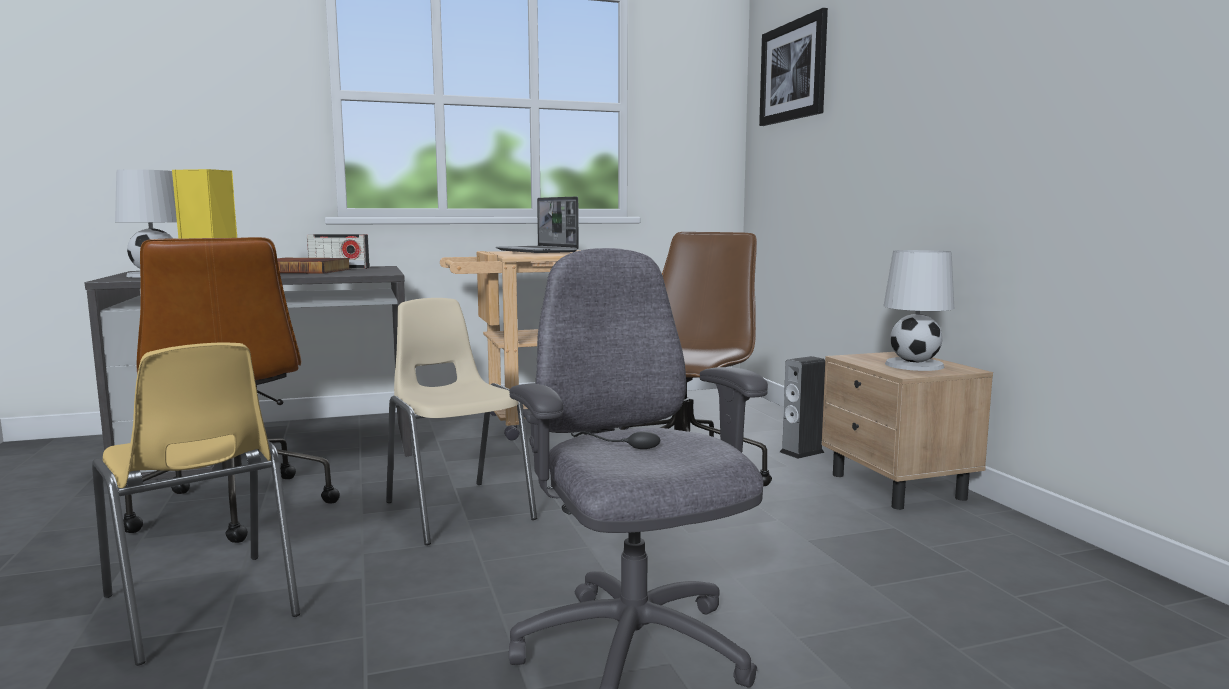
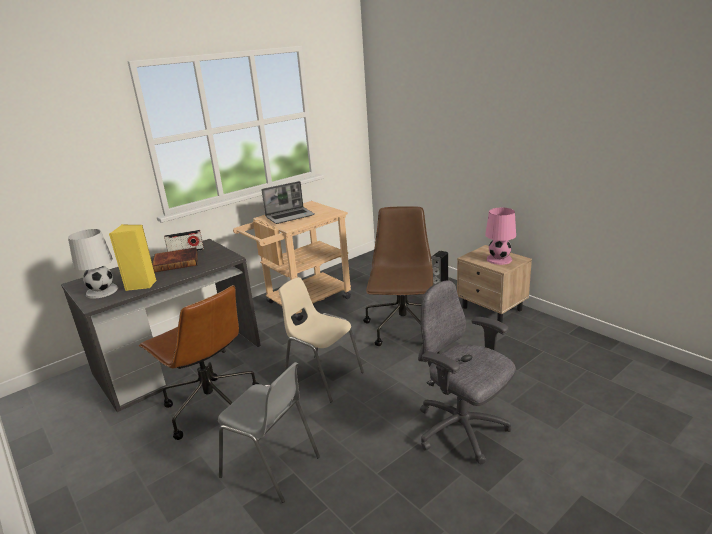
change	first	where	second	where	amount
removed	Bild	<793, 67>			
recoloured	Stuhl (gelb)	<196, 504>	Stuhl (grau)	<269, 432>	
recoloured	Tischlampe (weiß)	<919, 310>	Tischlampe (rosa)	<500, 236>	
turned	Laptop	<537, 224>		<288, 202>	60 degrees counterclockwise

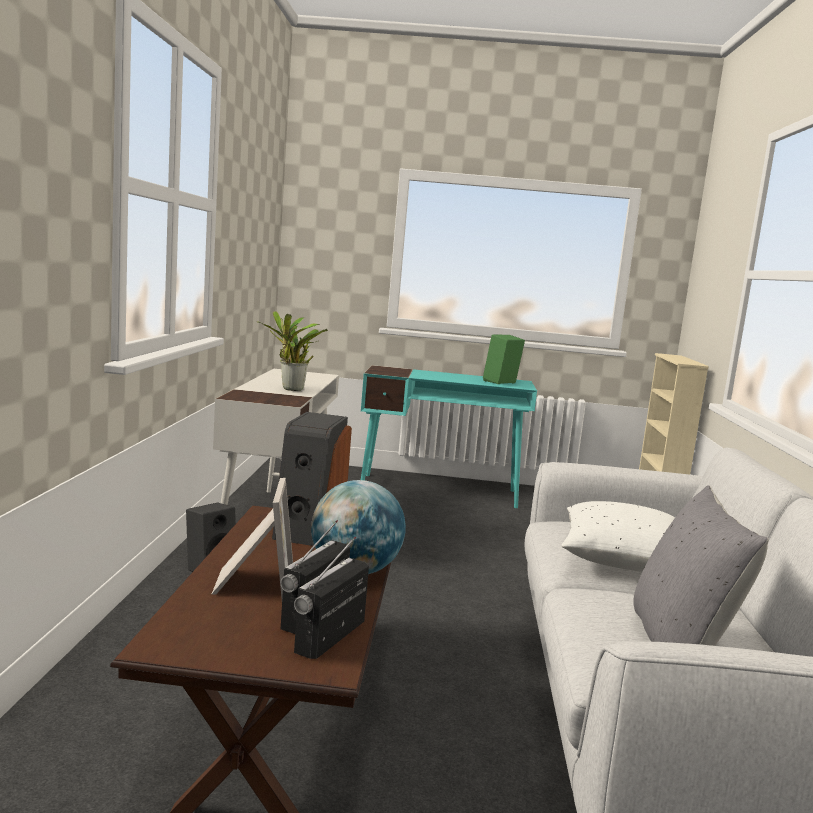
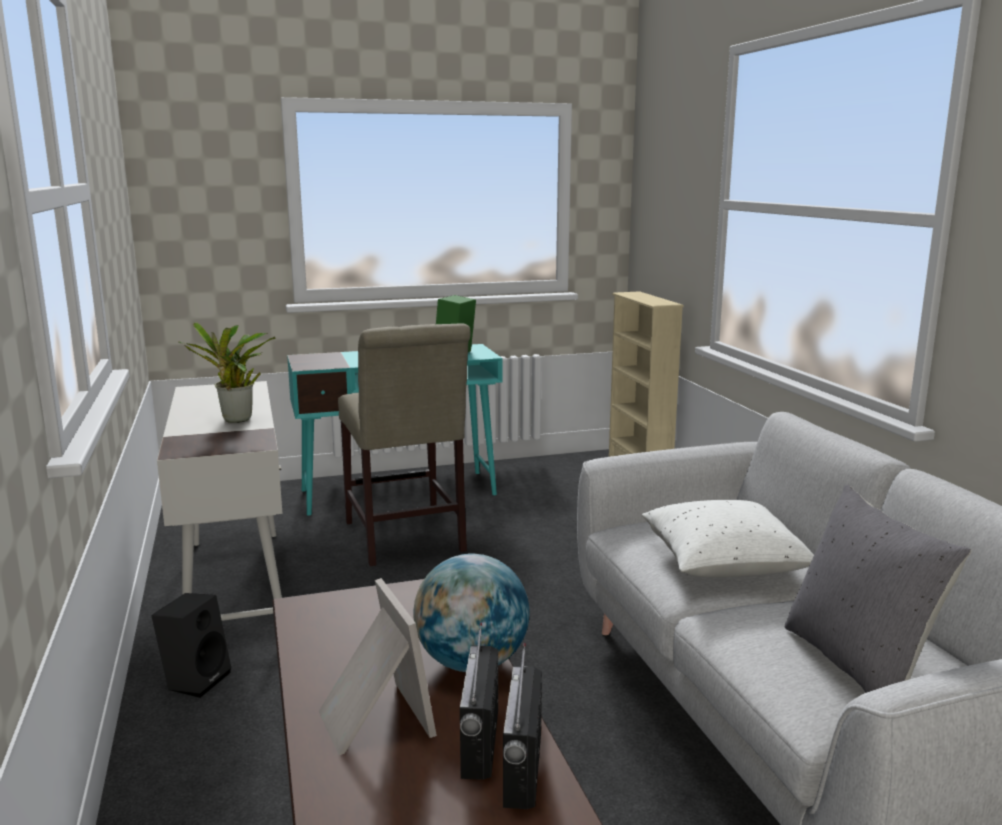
change	first	where	second	where	amount
removed	Lautsprecher	<312, 479>			
added			Stuhl (beige)	<404, 444>	

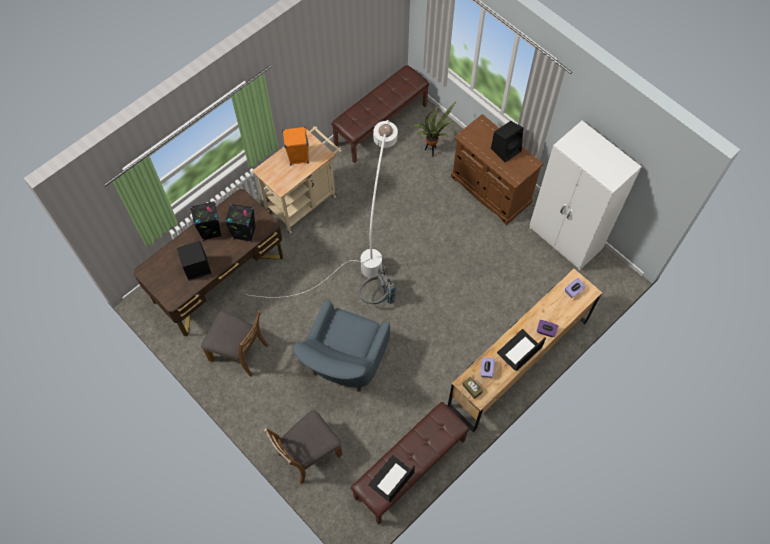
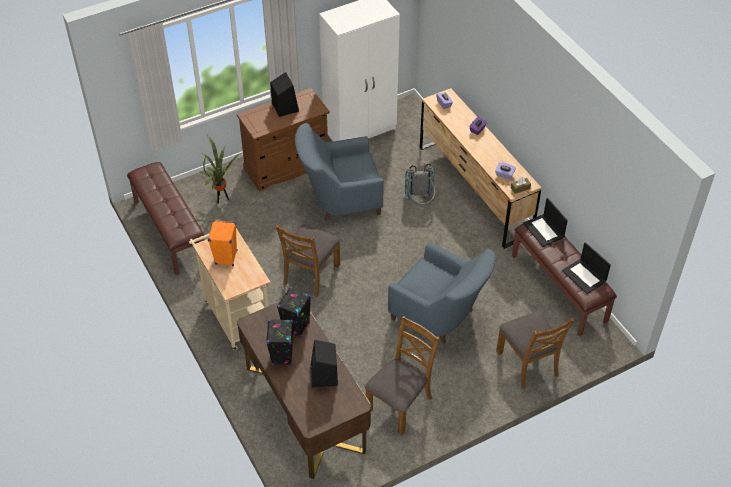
change	first	where	second	where	amount
added			Sessel (blau)	<339, 172>	
moved	Rucksack (grau)	<377, 285>		<419, 184>	
moved	Laptop	<521, 350>		<545, 222>	
replaced	Stehlampe (weiß)	<324, 209>	Stuhl (braun)	<308, 261>	

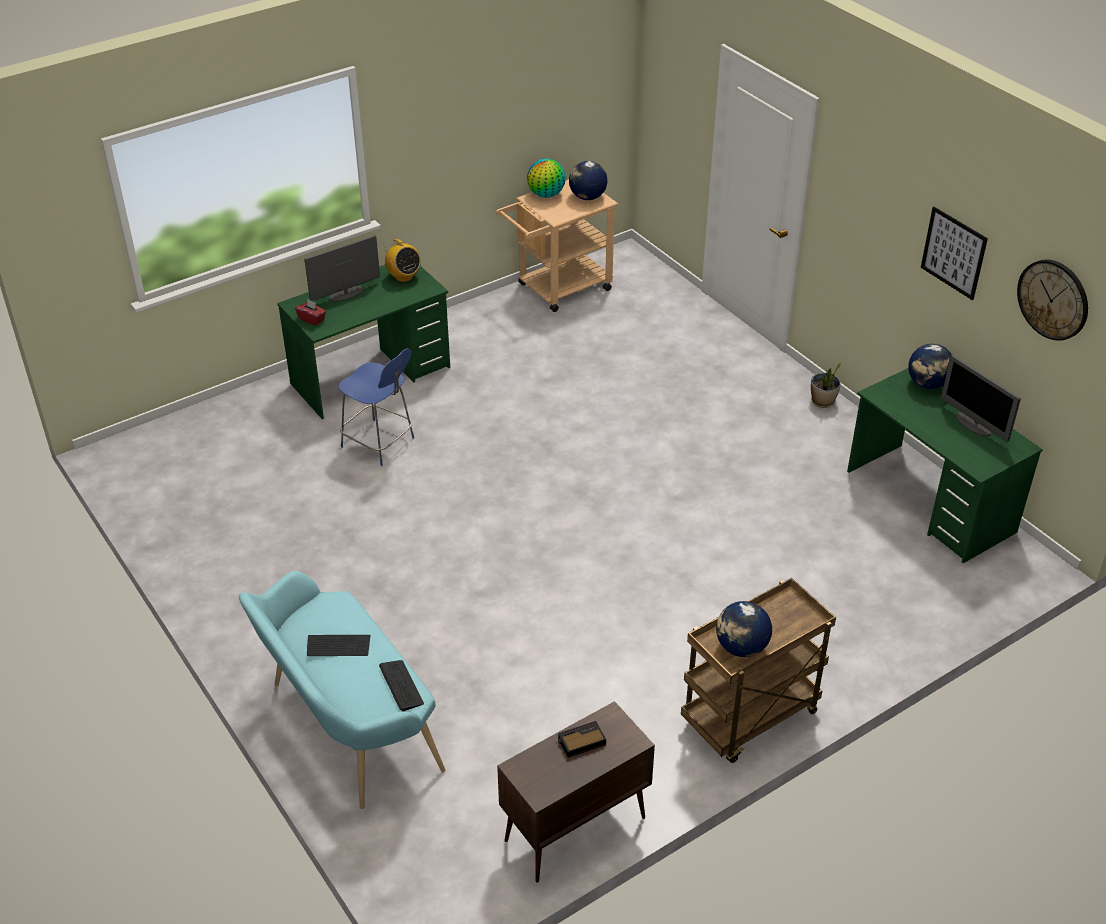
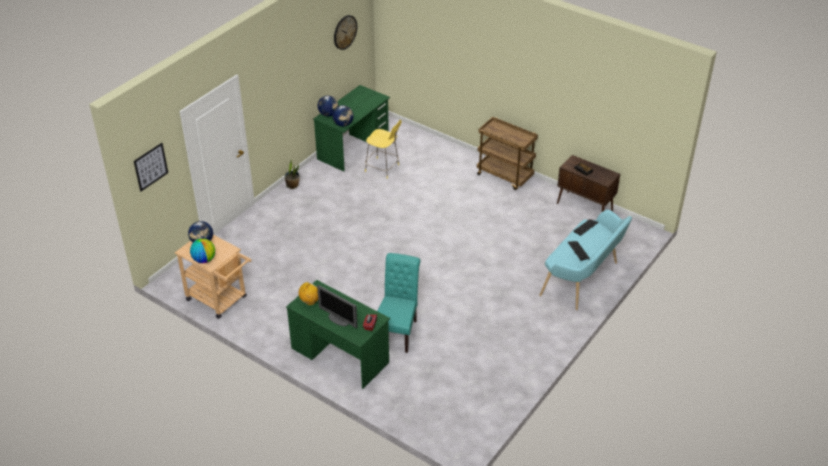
change	first	where	second	where	amount
removed	Monitor	<981, 398>			
added			Hocker (gelb)	<383, 149>	
moved	Globus	<744, 629>		<343, 116>	
moved	Bild	<954, 253>		<151, 167>	
replaced	Hocker (blau)	<376, 407>	Stuhl (türkis)	<398, 303>	

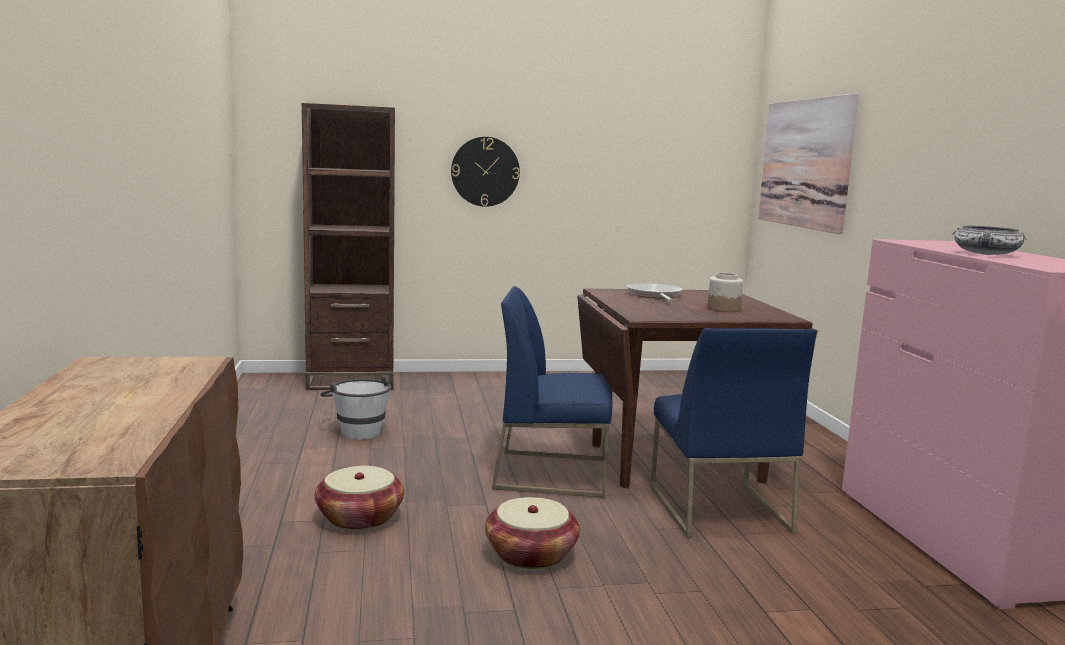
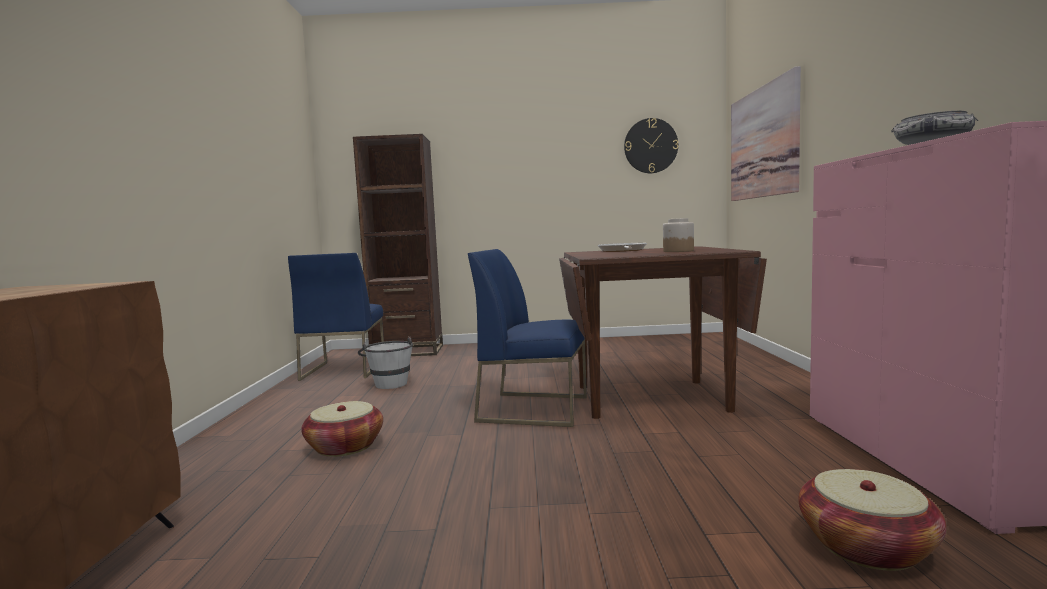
change	first	where	second	where	amount
moved	Wanduhr	<485, 172>		<651, 145>	
moved	Korb	<532, 533>		<872, 520>	
moved	Stuhl (blau)	<733, 433>		<336, 317>	

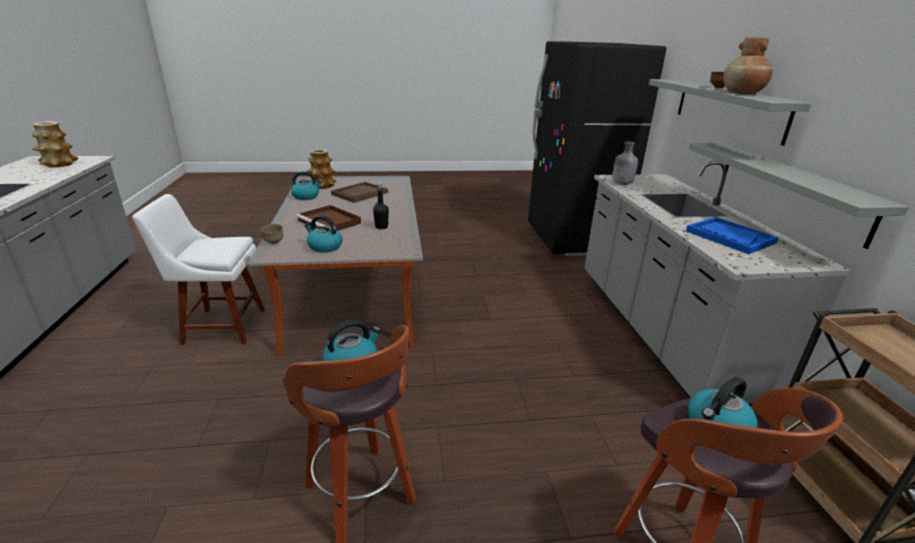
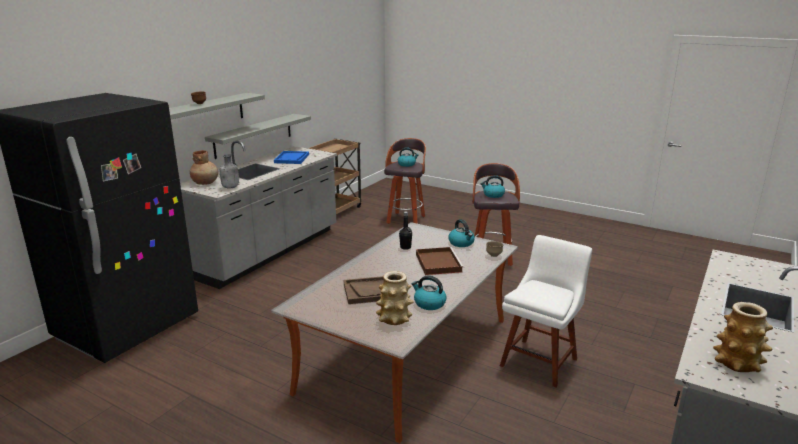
change	first	where	second	where	amount
moved	Vase (braun)	<748, 65>		<204, 167>	
turned	Stuhl (weiß)	<198, 269>		<546, 311>	90 degrees counterclockwise

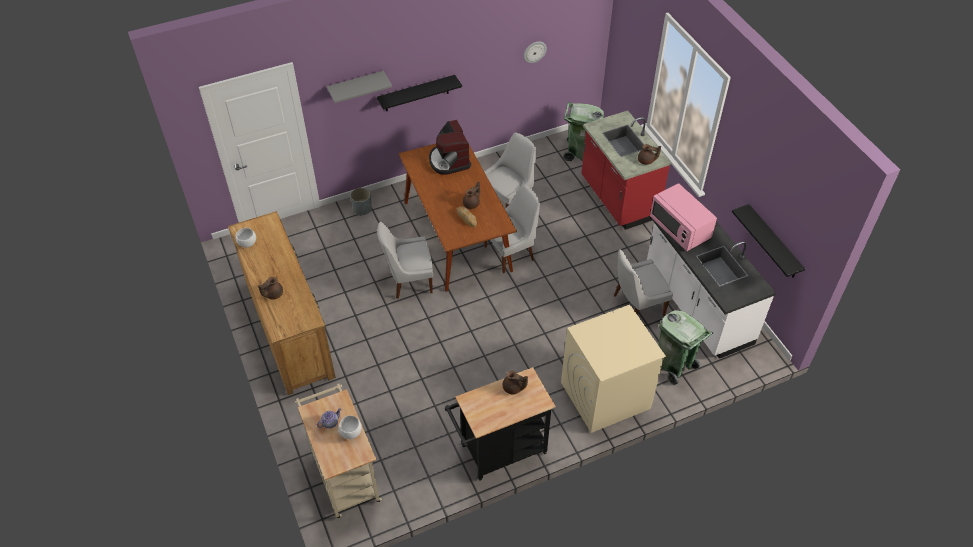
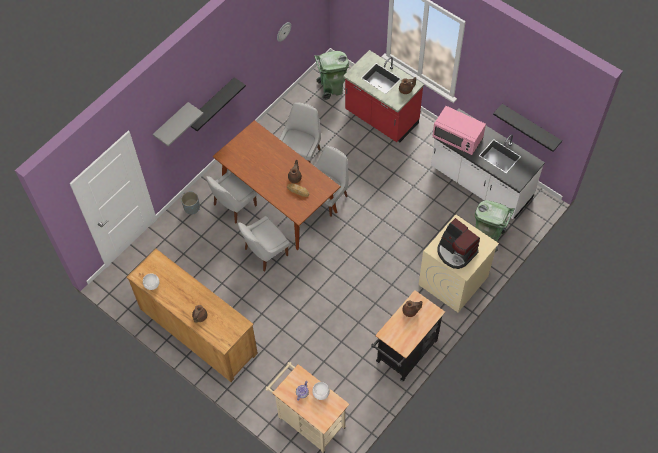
change	first	where	second	where	amount
moved	Kaffeemaschine	<450, 147>		<458, 243>	
moved	Stuhl (weiß)	<643, 282>		<231, 197>	

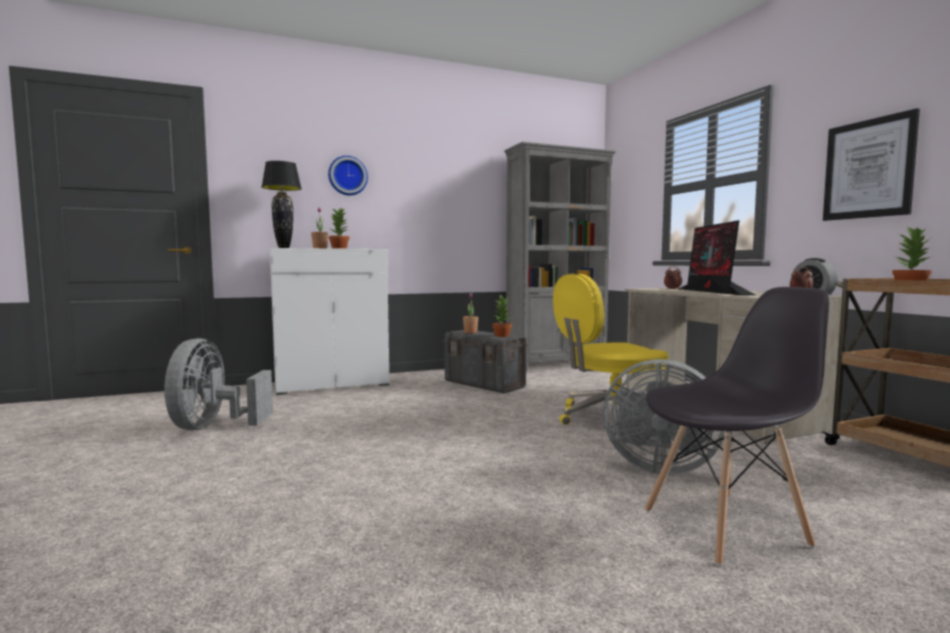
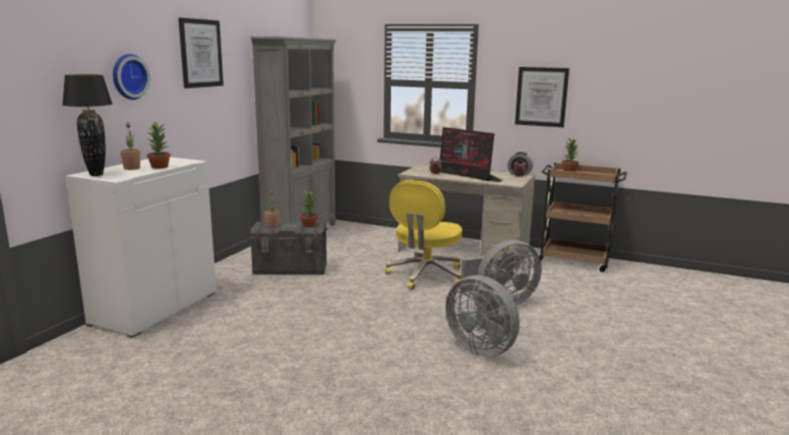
change	first	where	second	where	amount
removed	Stuhl (grau)	<737, 426>			
added			Bild	<200, 53>	
moved	Ventilator (grau)	<218, 384>		<483, 316>	

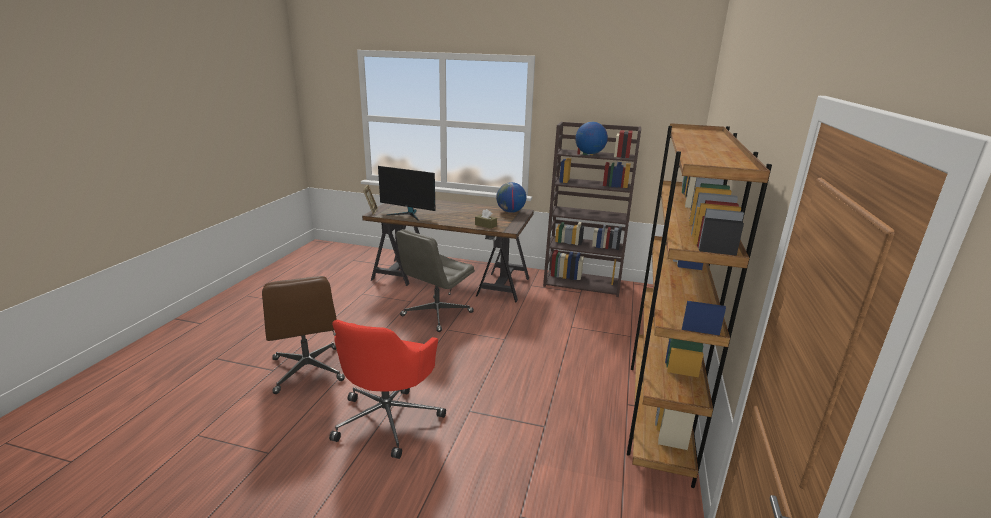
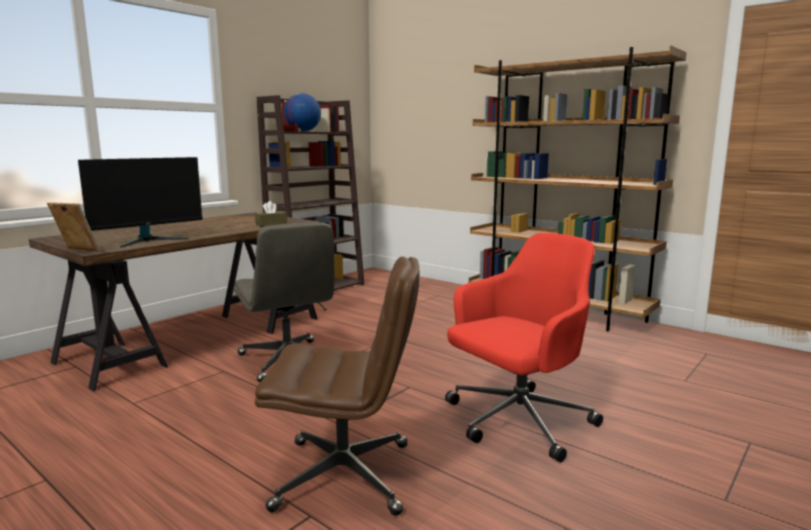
change	first	where	second	where	amount
removed	Globus	<511, 197>			
turned	Bürostuhl (rot)	<387, 389>		<524, 348>	75 degrees counterclockwise

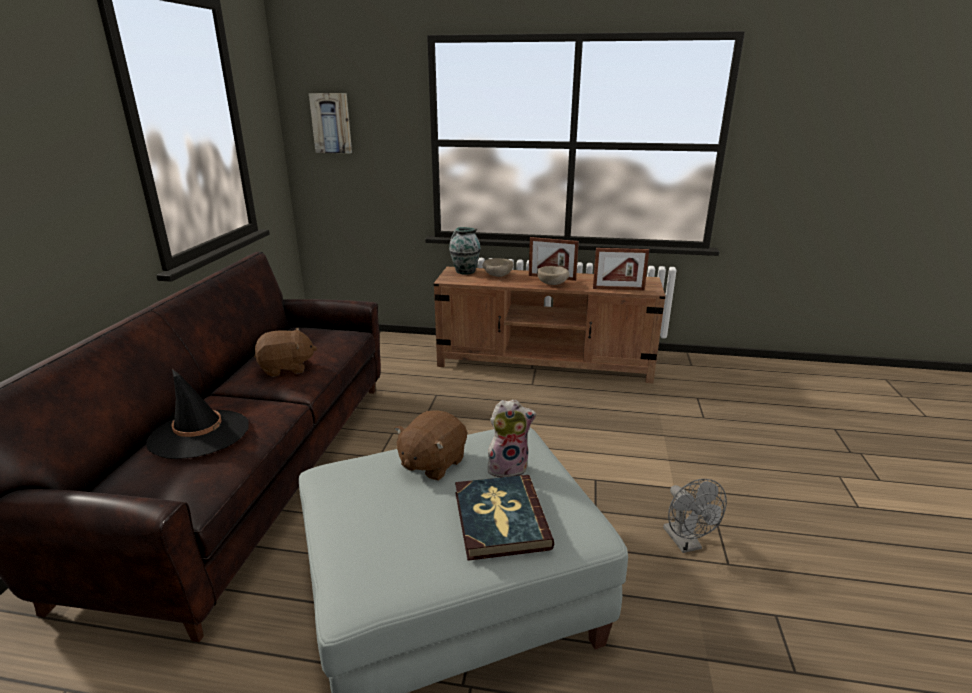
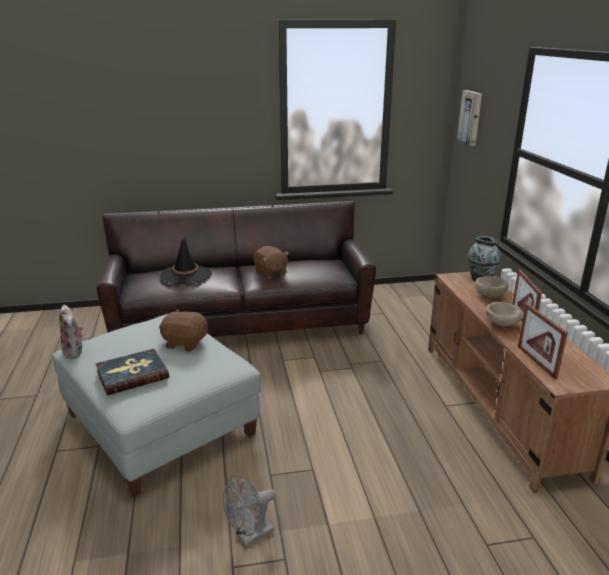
change	first	where	second	where	amount
moved	Plüschtier	<512, 438>		<71, 332>	

